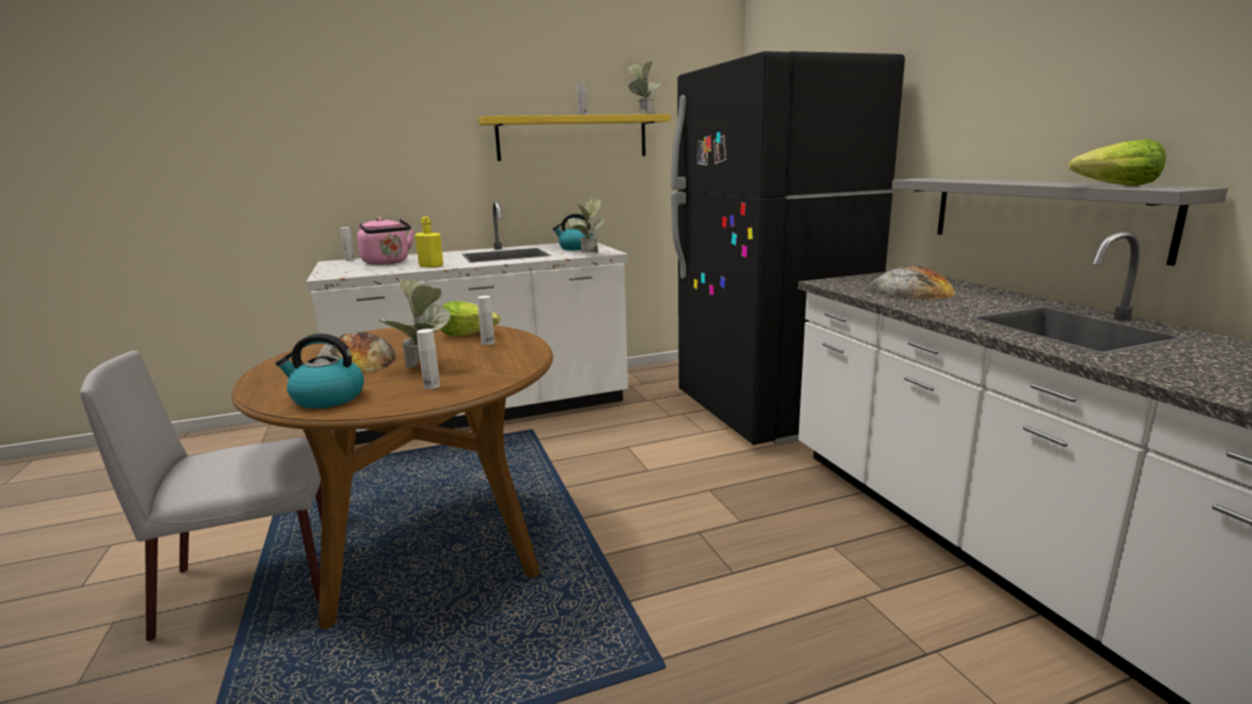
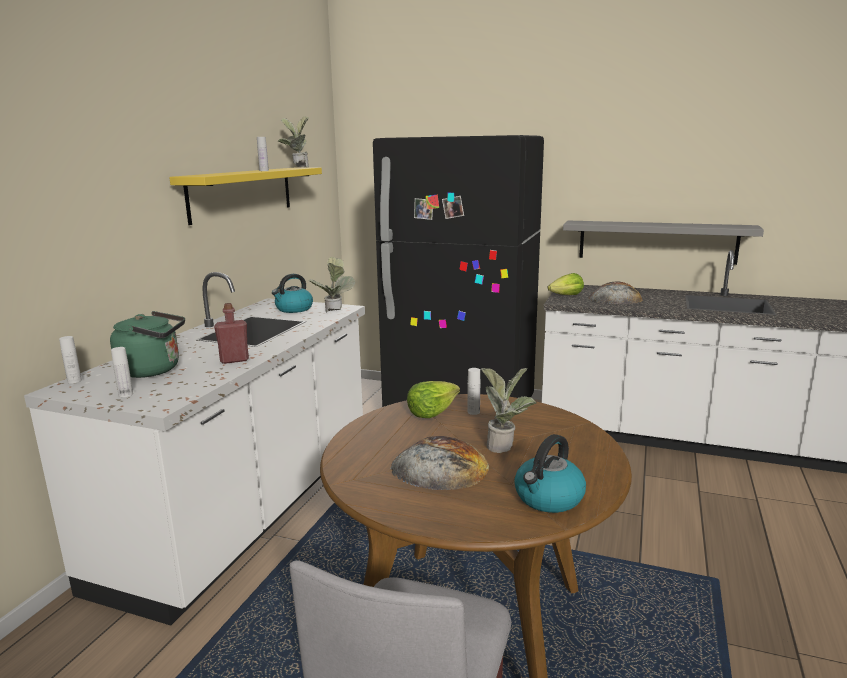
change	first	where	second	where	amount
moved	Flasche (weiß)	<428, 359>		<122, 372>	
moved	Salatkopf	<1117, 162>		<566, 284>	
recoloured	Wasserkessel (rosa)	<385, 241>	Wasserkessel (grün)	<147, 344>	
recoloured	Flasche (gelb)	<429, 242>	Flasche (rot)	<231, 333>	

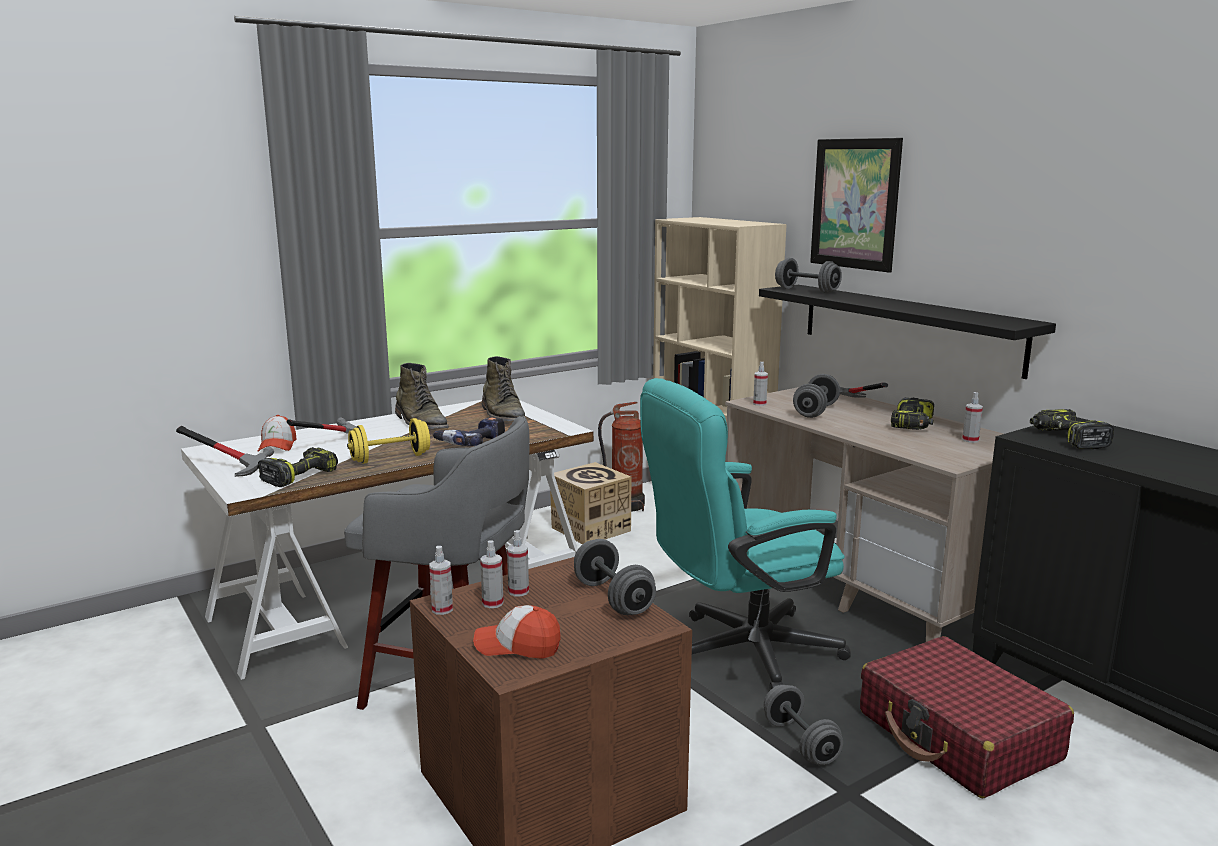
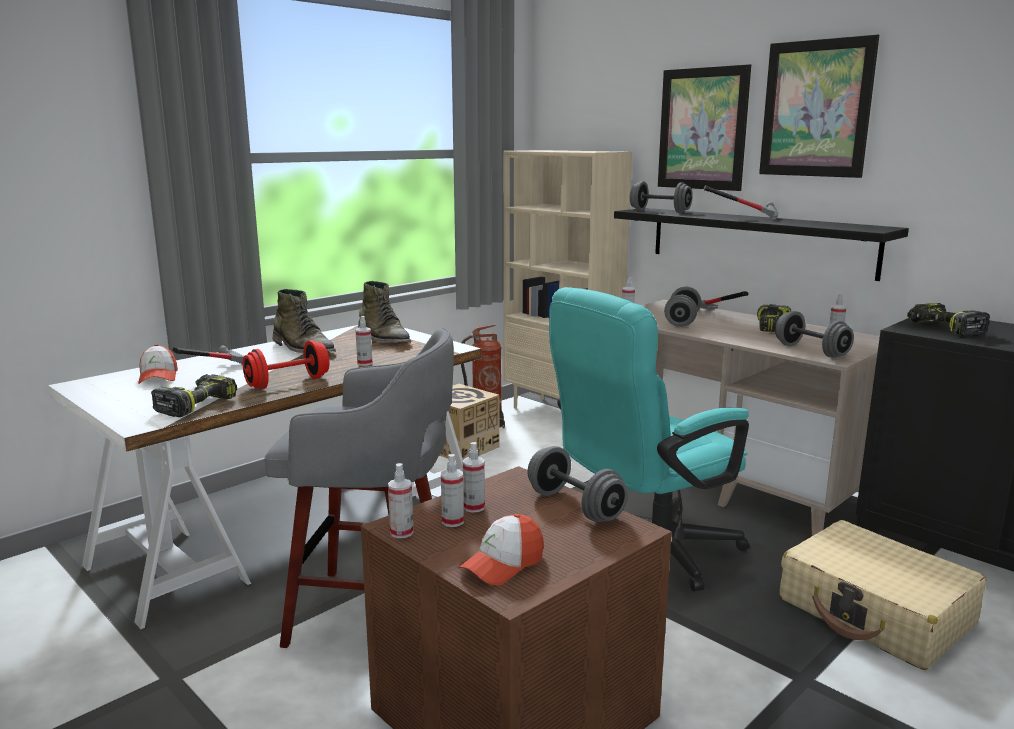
change	first	where	second	where	amount
added			Bild	<819, 106>	
moved	Hammer	<225, 451>		<741, 202>	
moved	Hantel (grau)	<803, 725>		<814, 334>	
replaced	Bohrmaschine	<469, 431>	Sprühflasche	<364, 341>	
recoloured	Hantel (gelb)	<388, 441>	Hantel (rot)	<286, 364>	
recoloured	Koffer (rot)	<967, 717>	Koffer (beige)	<883, 595>	
turned	Kappe	<517, 632>		<501, 549>	45 degrees counterclockwise

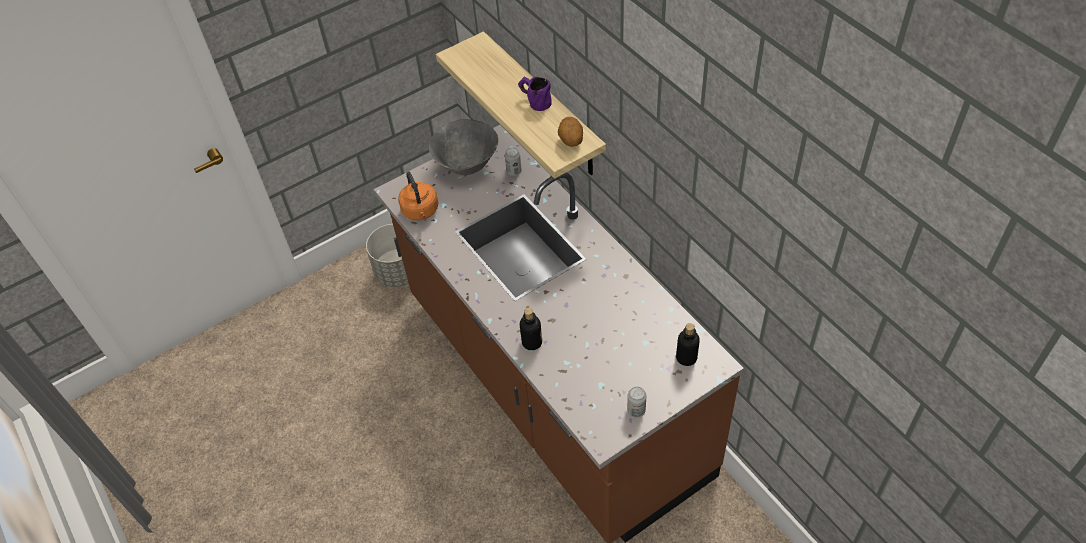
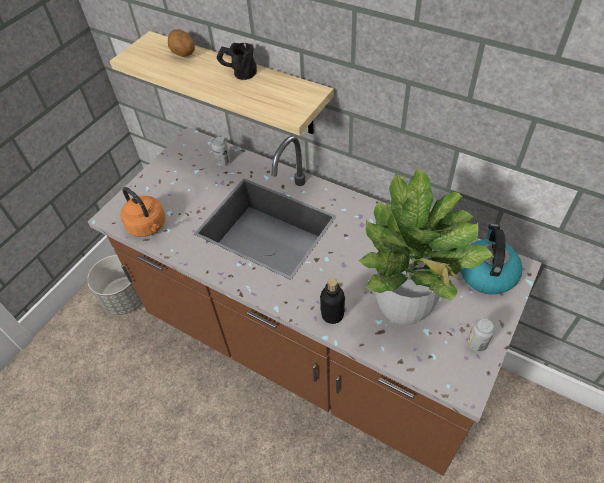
change	first	where	second	where	amount
removed	Schüssel (grau)	<464, 147>			
added			Topfpflanze	<425, 246>	
moved	Kartoffel	<570, 132>		<181, 43>	
replaced	Flasche	<688, 344>	Wasserkessel	<491, 259>	
recoloured	Henkelbecher (lila)	<535, 93>	Henkelbecher (schwarz)	<237, 61>	

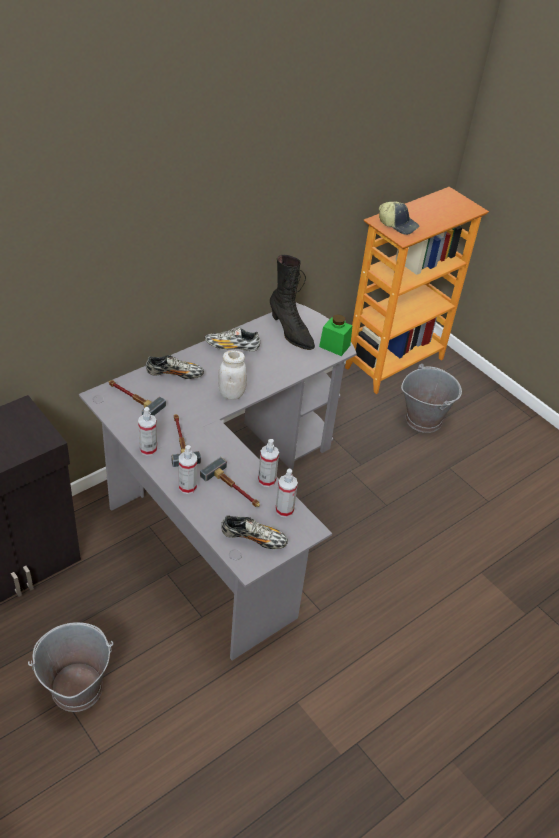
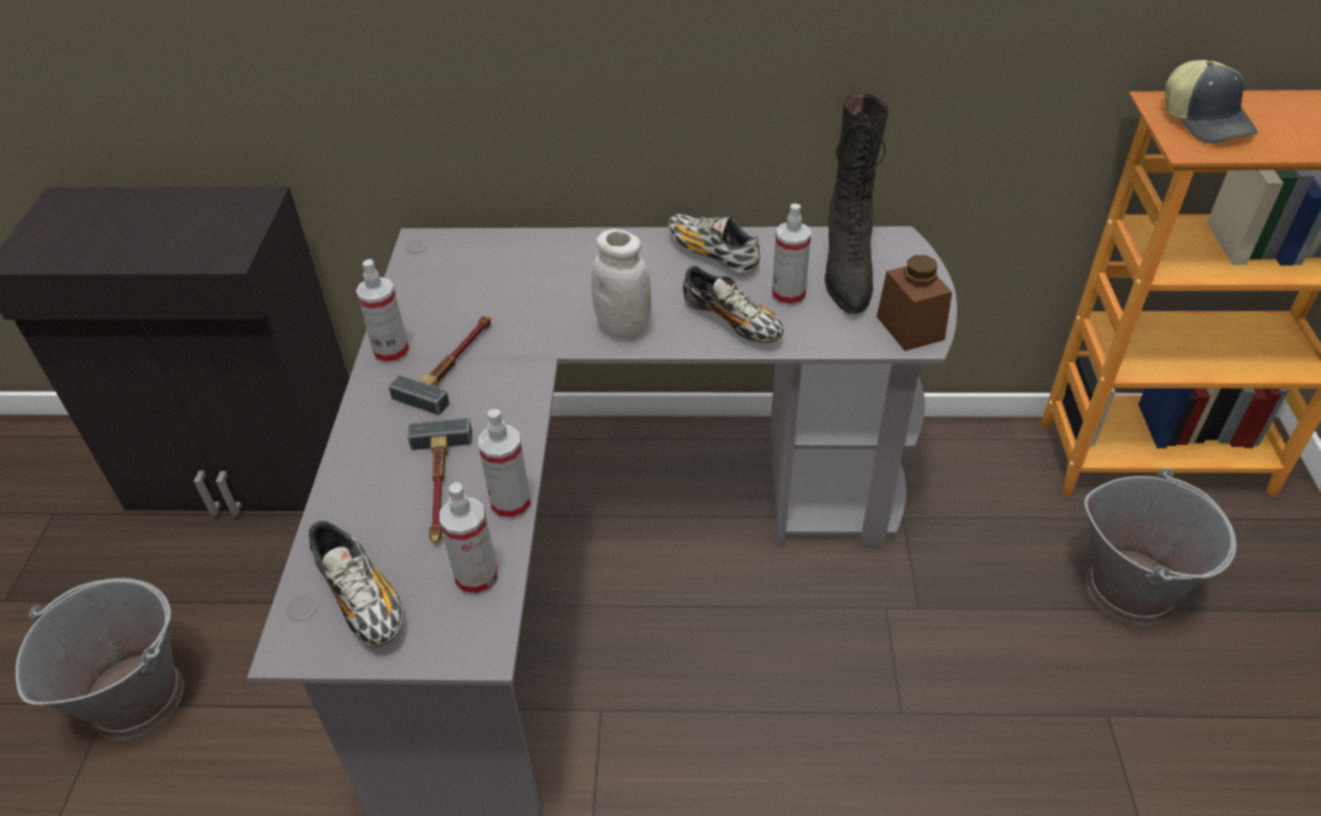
change	first	where	second	where	amount
removed	Hammer	<137, 398>			
moved	Schuh	<175, 367>		<733, 304>	
moved	Sprühflasche	<188, 469>		<791, 255>	
recoloured	Vorratsglas (grün)	<336, 335>	Vorratsglas (braun)	<914, 303>	

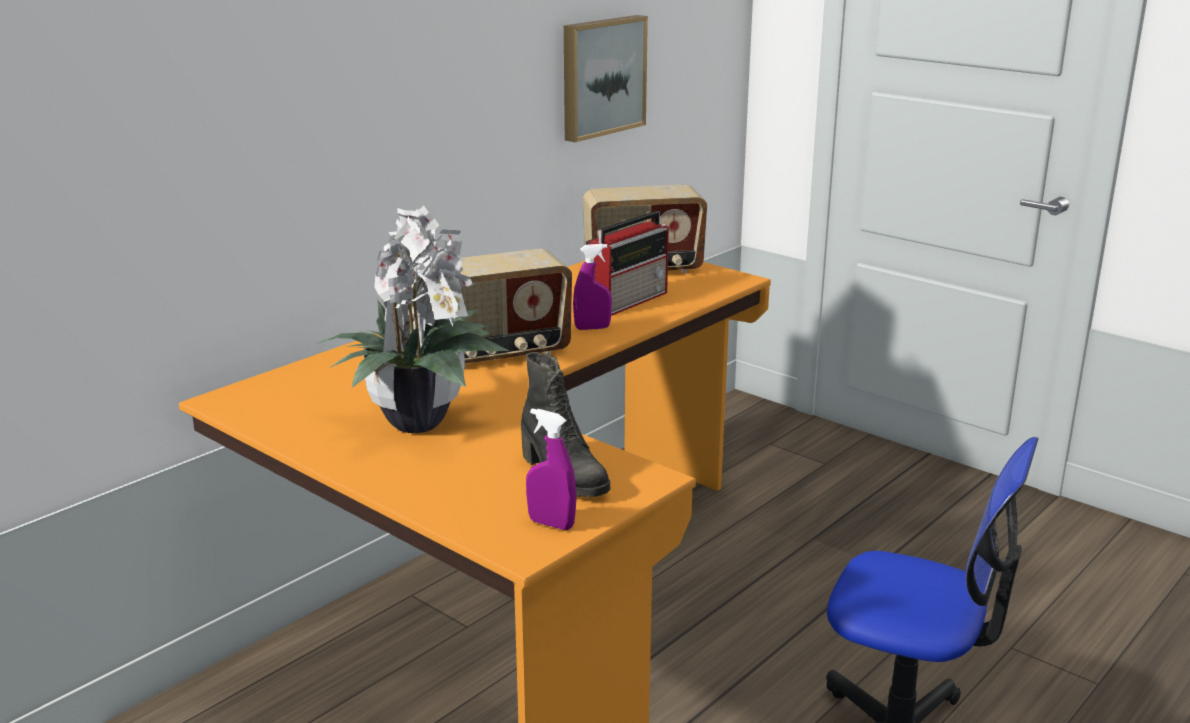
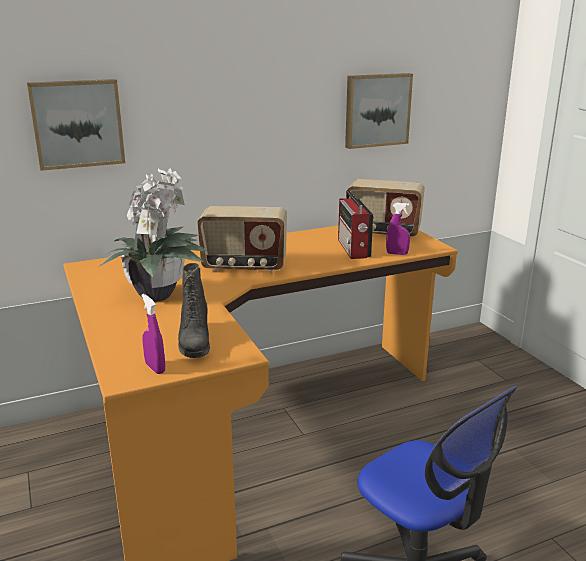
change	first	where	second	where	amount
added			Bild	<76, 125>	
moved	Sprühflasche (lila)	<592, 287>		<398, 229>	
turned	Radio	<627, 263>		<355, 224>	105 degrees clockwise

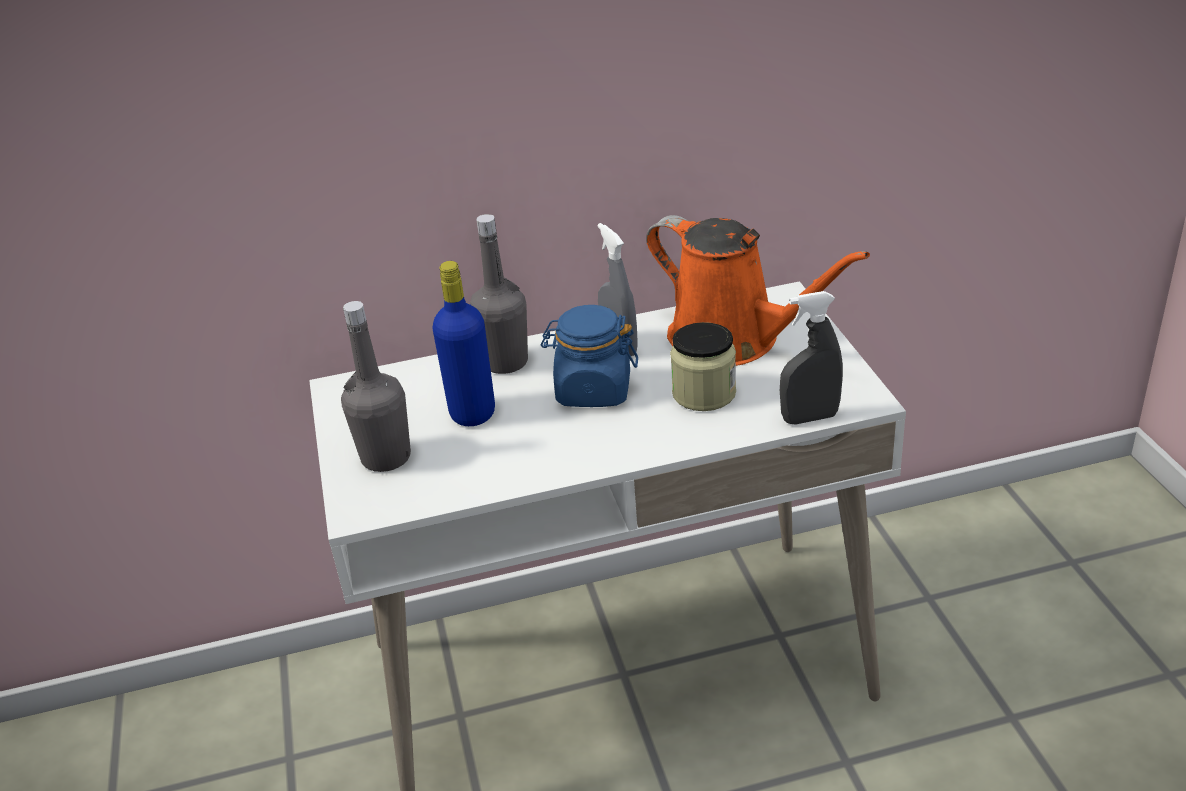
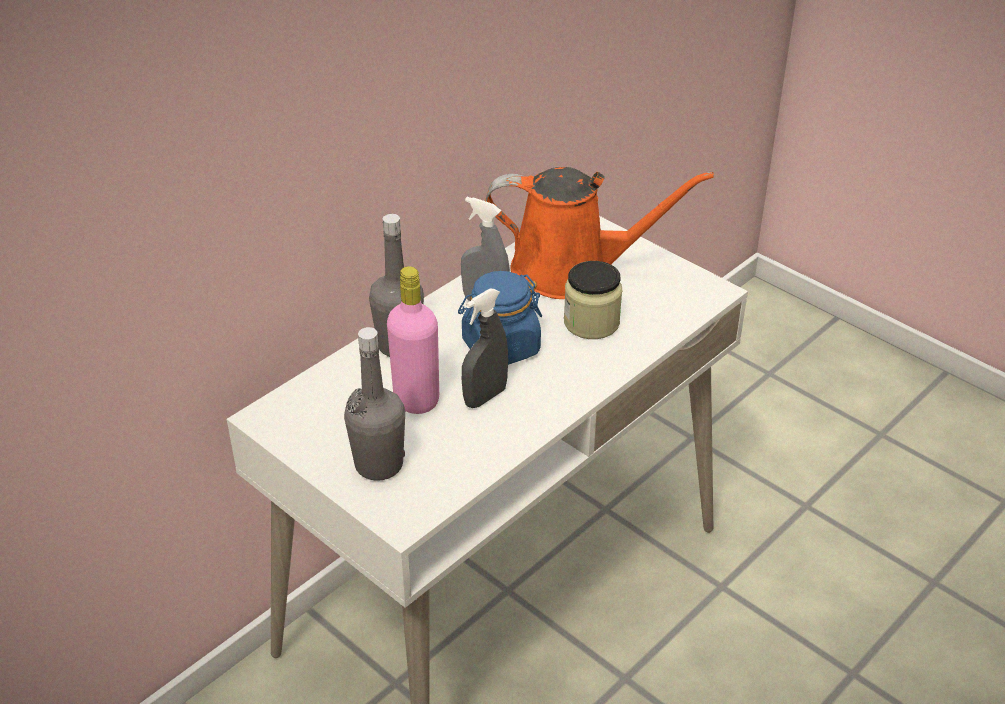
change	first	where	second	where	amount
moved	Sprühflasche (grau)	<811, 358>		<485, 348>	
recoloured	Flasche (blau)	<464, 343>	Flasche (rosa)	<413, 340>	

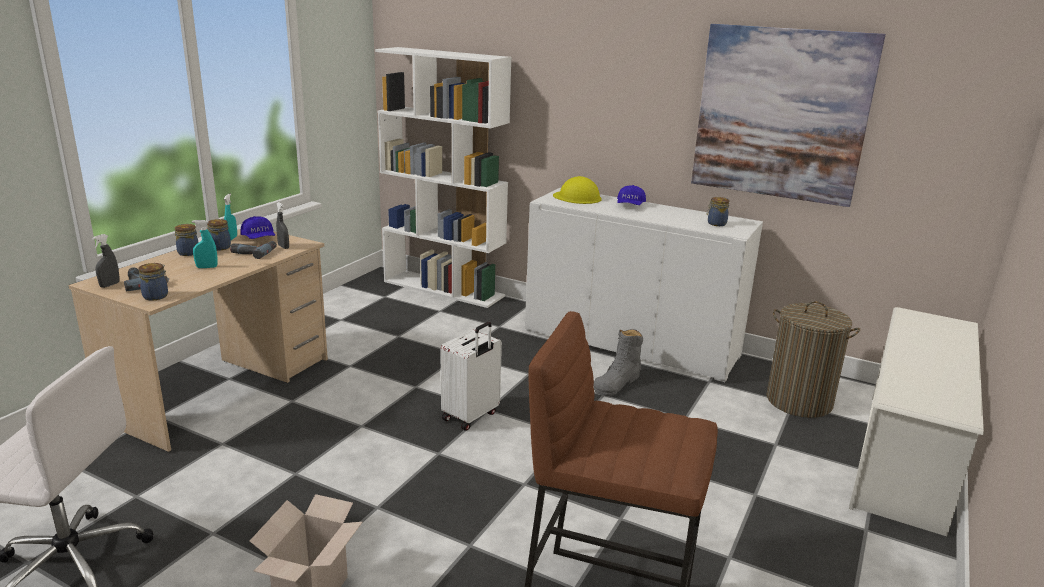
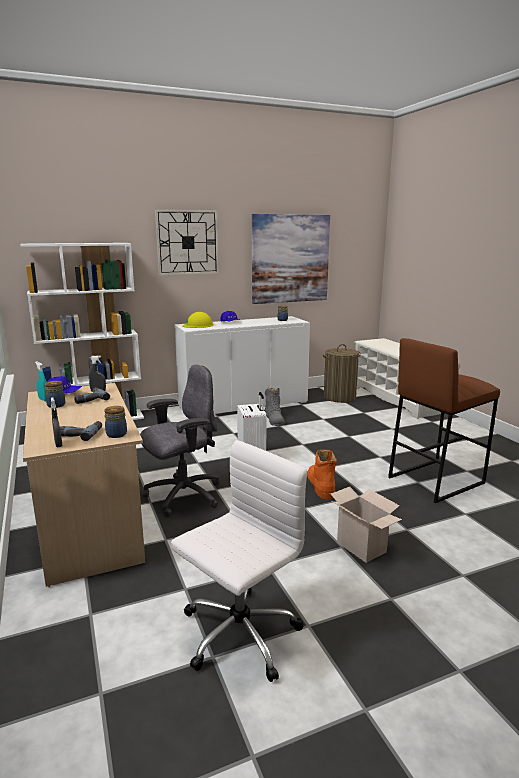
change	first	where	second	where	amount
removed	Vorratsglas	<187, 240>			
removed	Sprühflasche (türkis)	<205, 244>			
added			Bürostuhl (grau)	<179, 440>	
added			Wanduhr	<187, 242>	
added			Stiefel (orange)	<322, 474>	

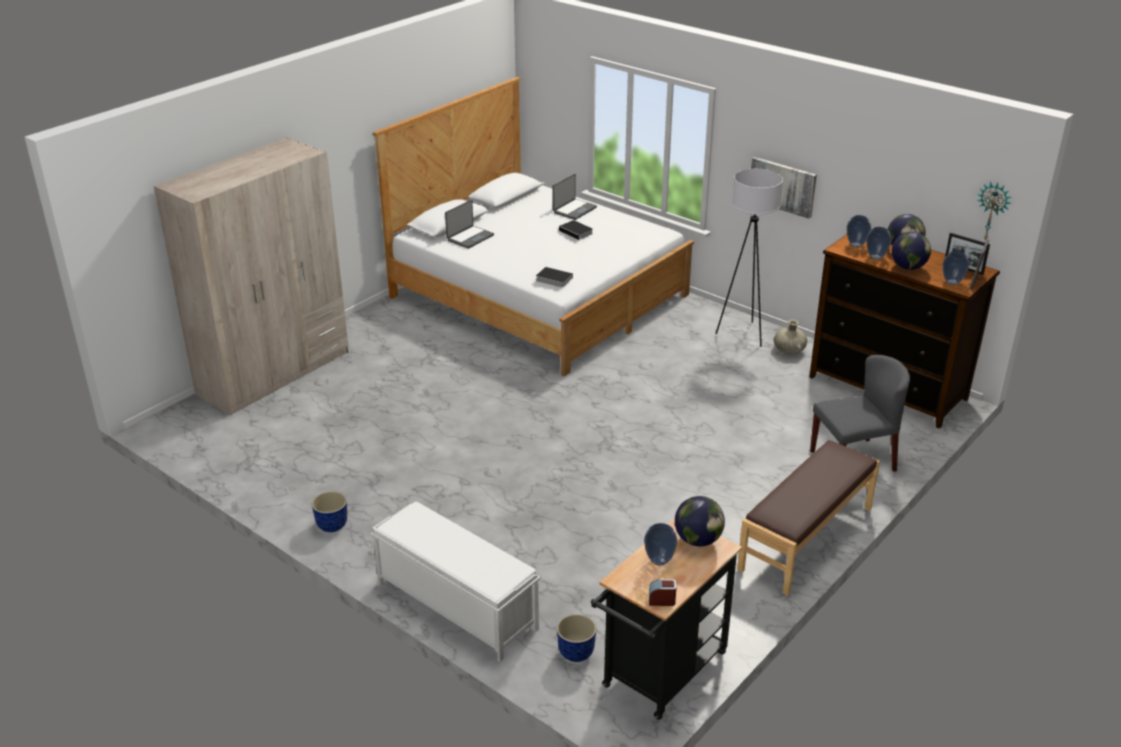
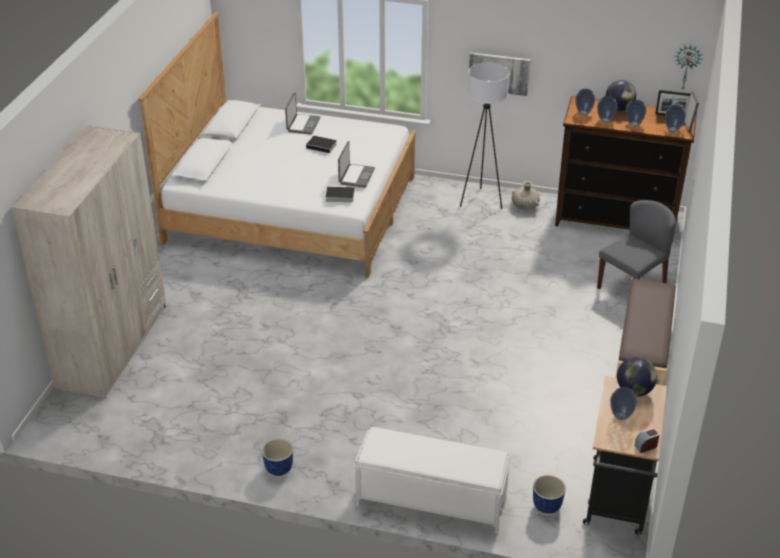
change	first	where	second	where	amount
moved	Laptop	<469, 224>		<356, 164>	
replaced	Globus	<911, 251>	Vase	<636, 113>	

